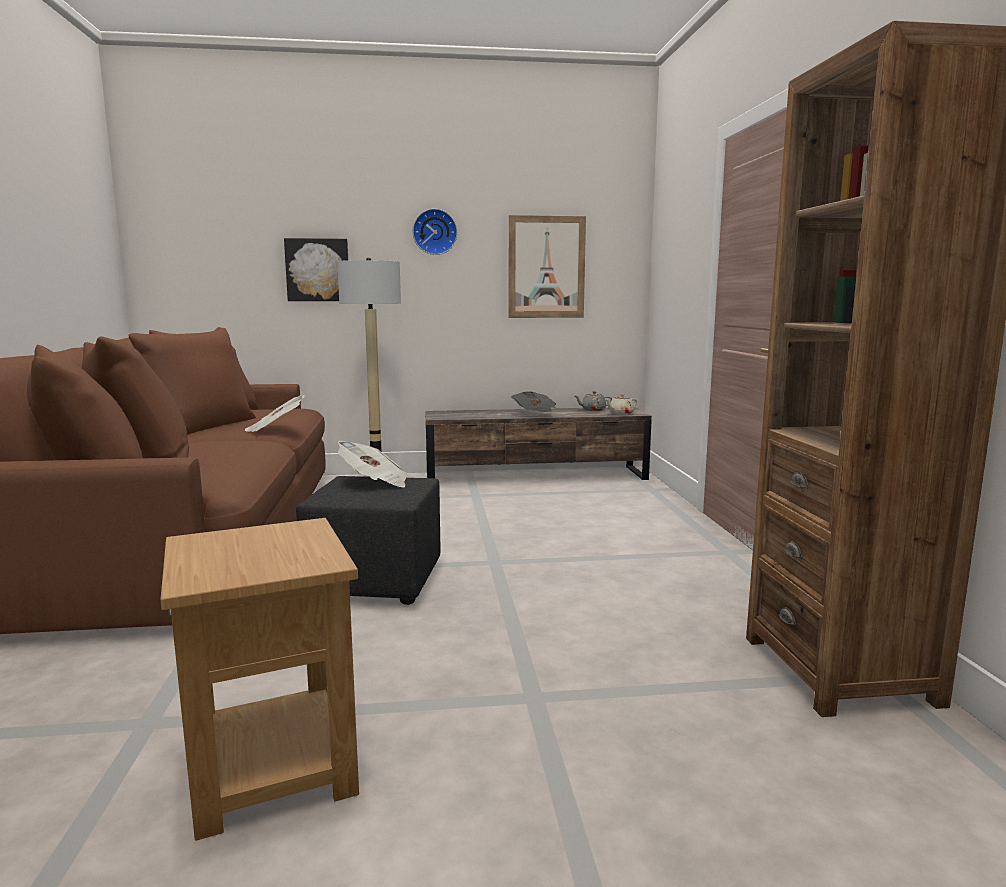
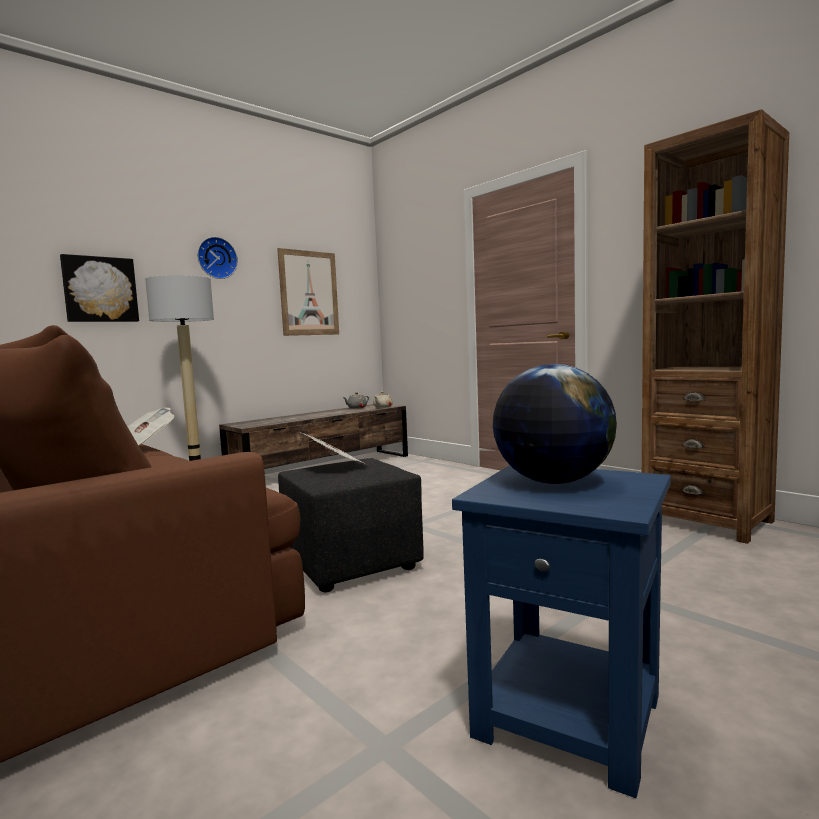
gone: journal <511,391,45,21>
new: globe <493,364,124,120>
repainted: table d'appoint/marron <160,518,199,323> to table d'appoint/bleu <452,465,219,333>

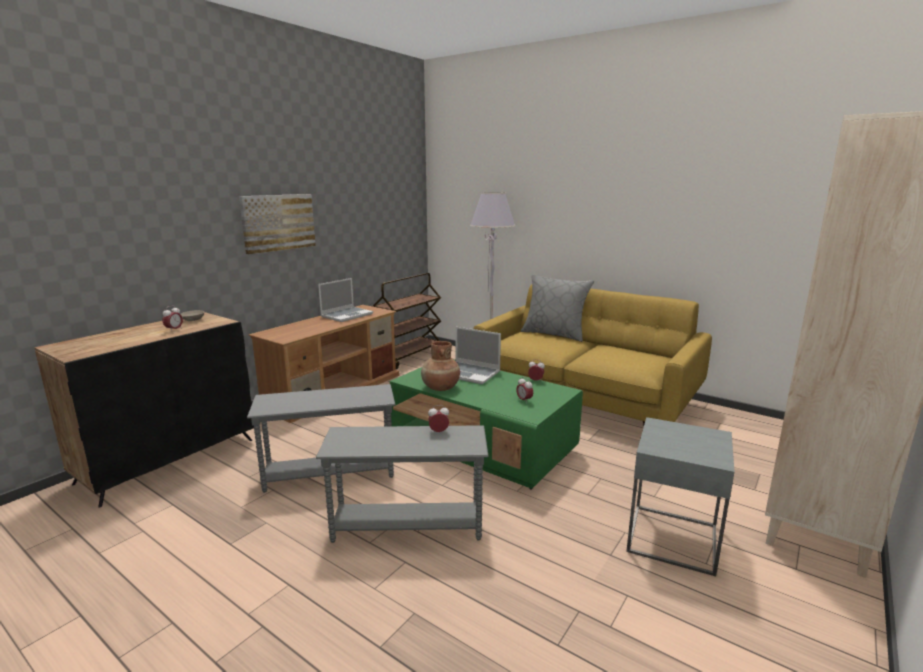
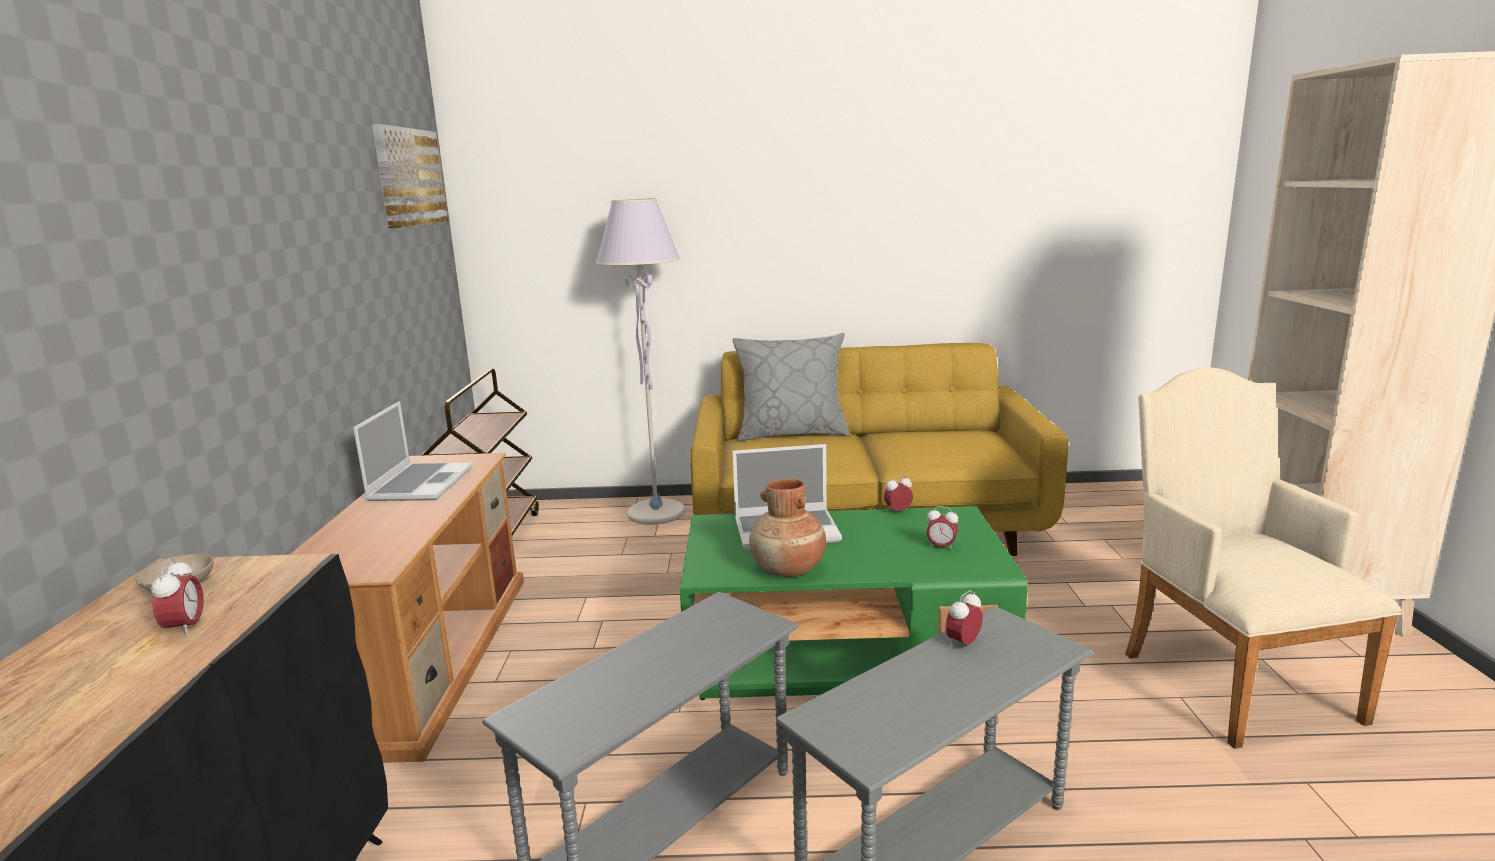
shifted: tableau <239,194,77,60> to <372,124,76,105>
swapped: table d'appoint/gris <626,417,109,159> to fauteuil/beige <1125,367,277,382>

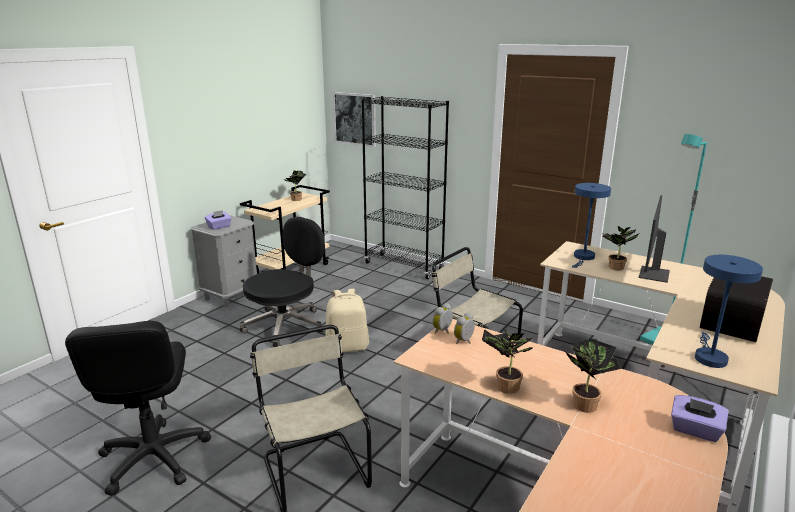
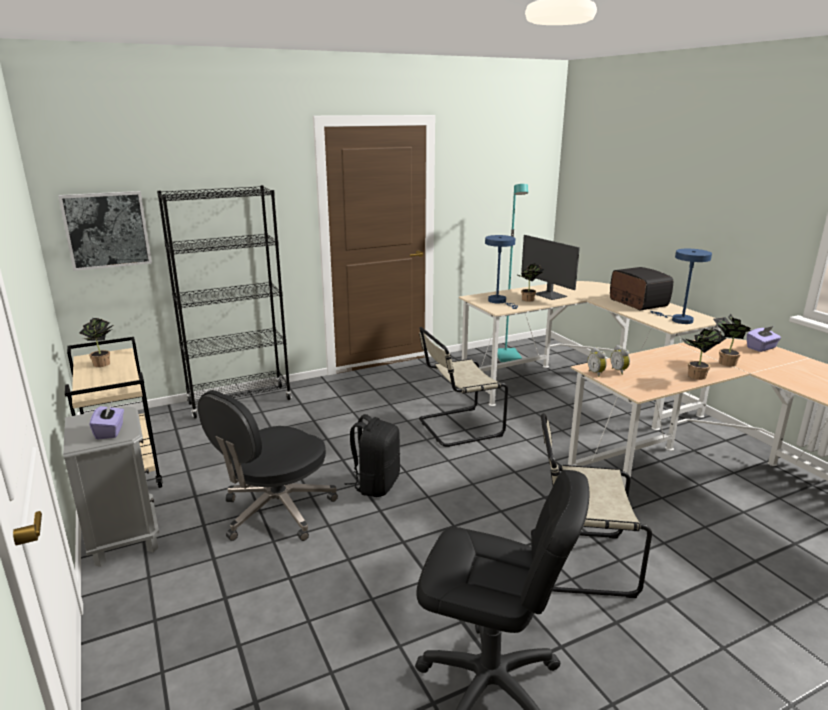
repainted: sac à dos/beige <325,289,44,64> to sac à dos/noir <344,414,56,83>
rotated: chaise de bureau/noir <240,217,85,130> = <198,390,140,151> 120 degrees counterclockwise

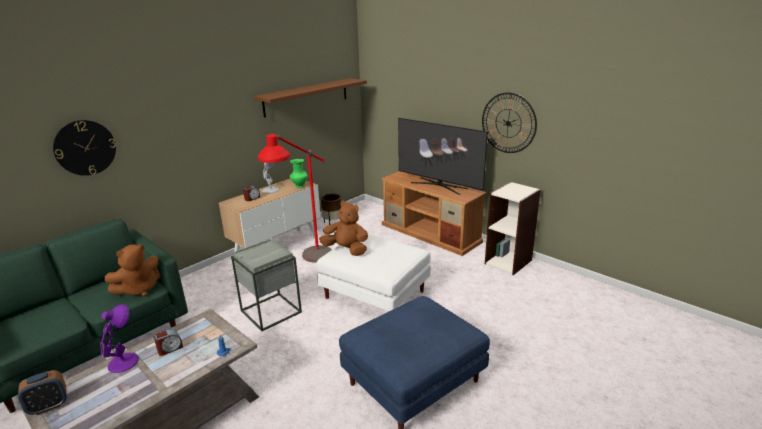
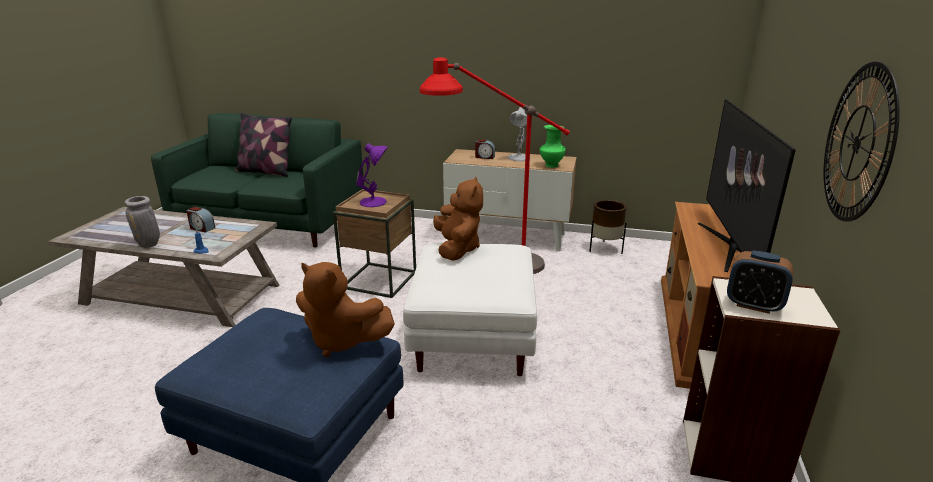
gone: horloge murale <53,120,63,56>; étagère/marron <254,78,113,40>
new: vase/gris <125,196,35,52>; coussin <236,112,56,65>
shifted: réveil <18,370,49,45> to <727,251,66,63>; lampe de table/violet <100,304,39,69> to <356,143,31,64>; peluche/marron <105,244,55,52> to <296,262,99,95>
repainted: table d'appoint/gris <231,239,71,92> to table d'appoint/marron <333,189,83,109>

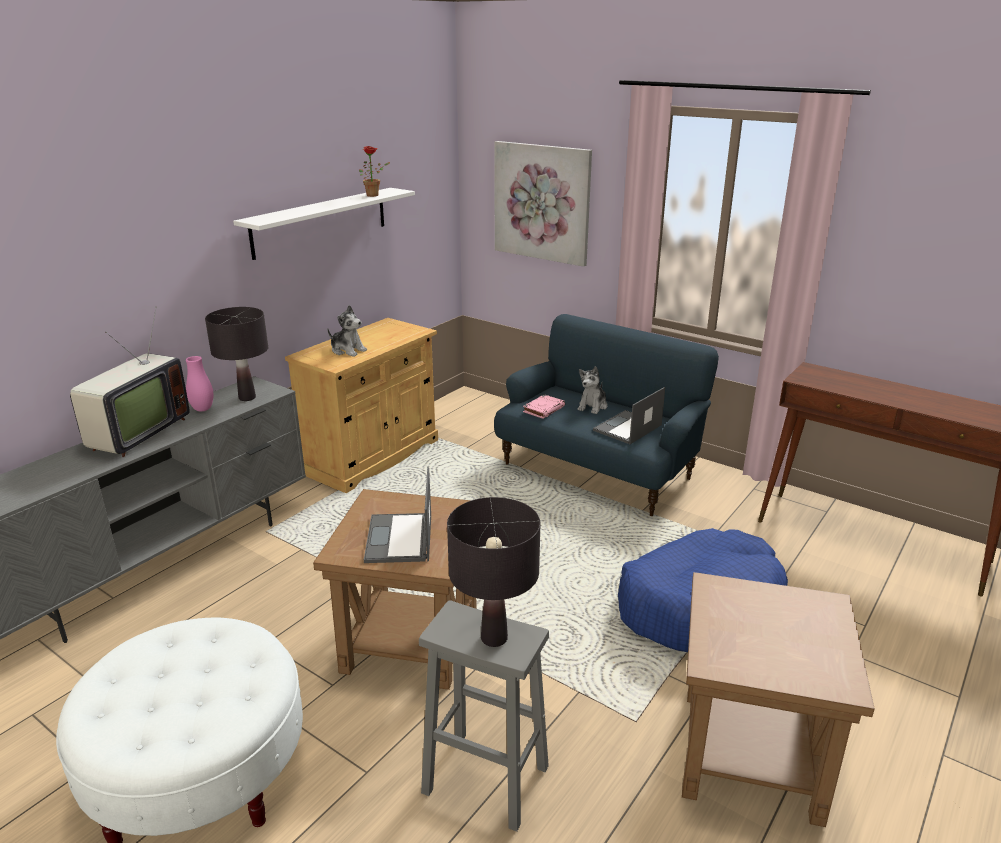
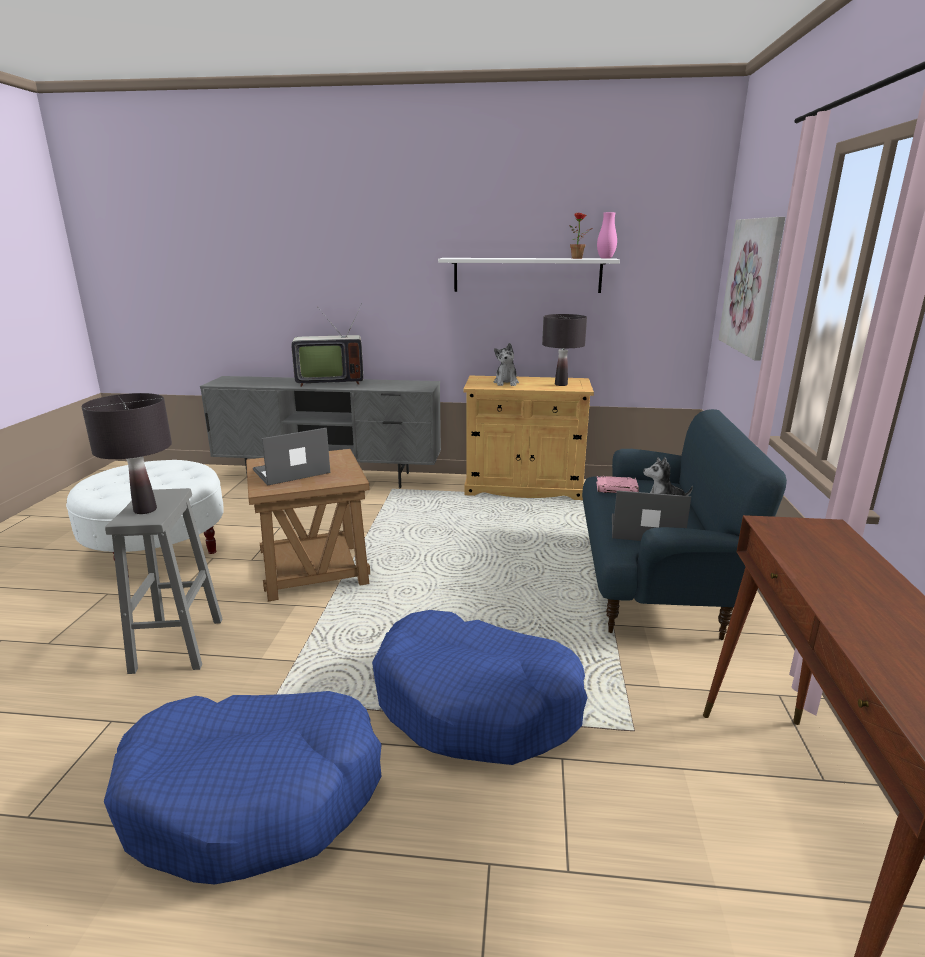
shifted: vase/rose <186,356,28,56> to <597,212,20,47>; lampe de table/noir <205,307,63,94> to <542,314,45,72>
swapped: table d'appoint/marron <682,572,193,255> to panier pour chien/bleu <104,691,278,194>

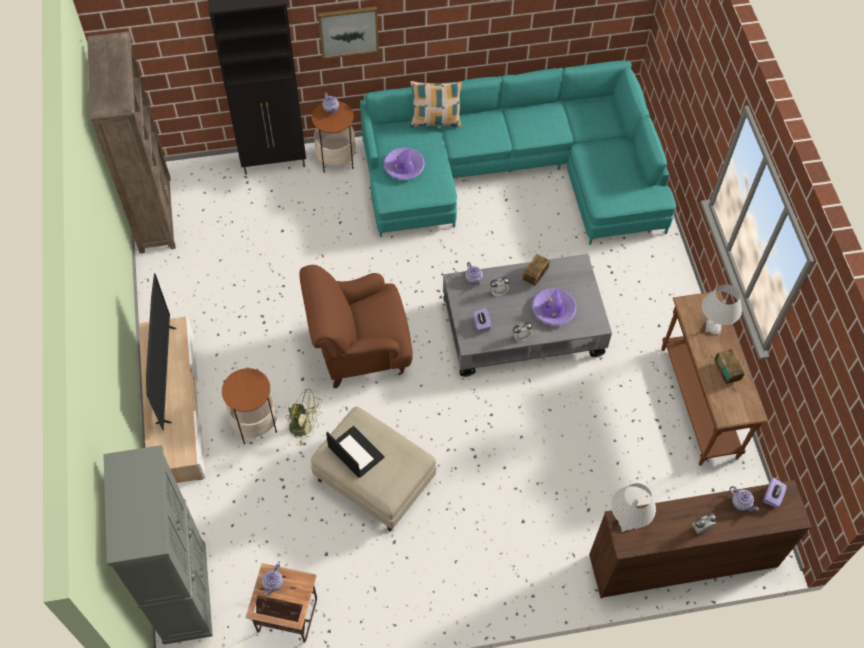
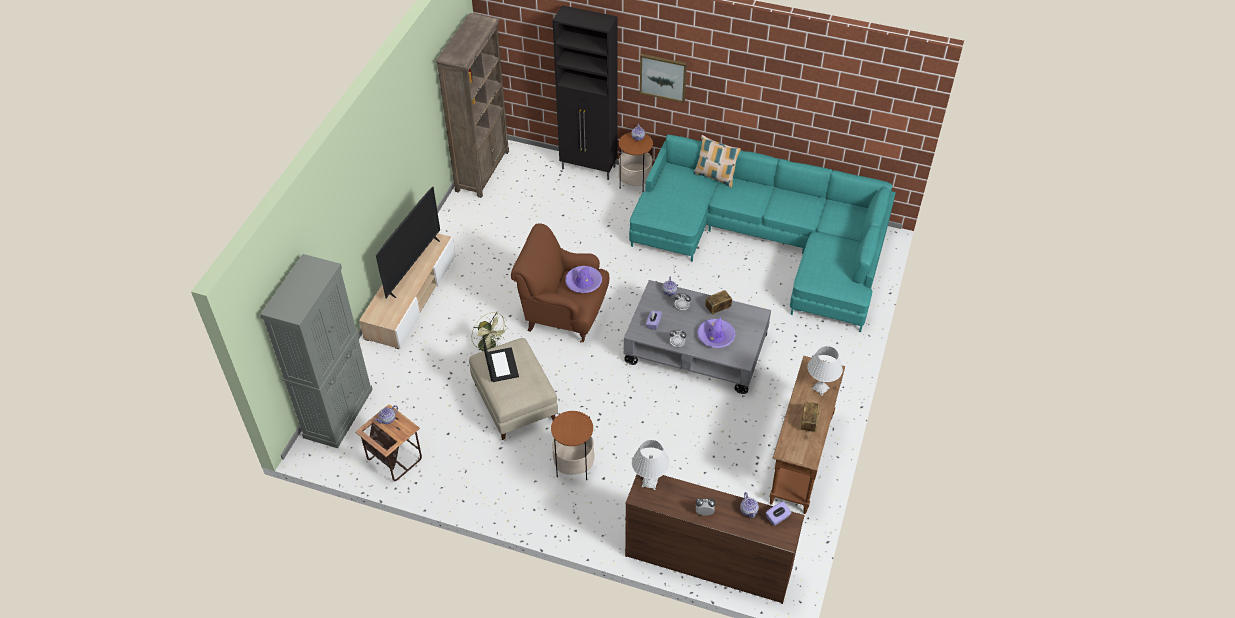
shifted: table d'appoint <222,368,55,76> to <551,411,44,69>; chapeau/violet <383,148,42,32> to <565,266,37,27>

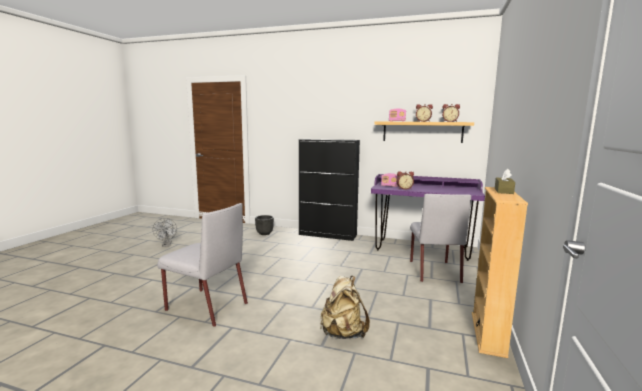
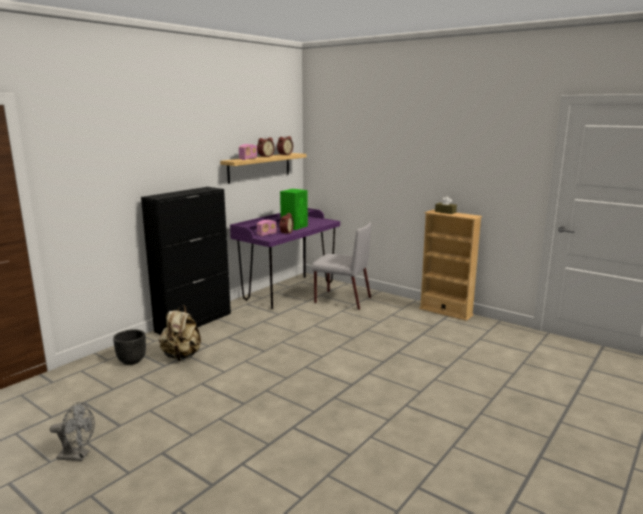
gone: chaise/gris <157,203,91,124>
new: enceinte/vert <280,189,28,41>
shifted: sac à dos/beige <320,276,50,63> to <159,305,42,56>

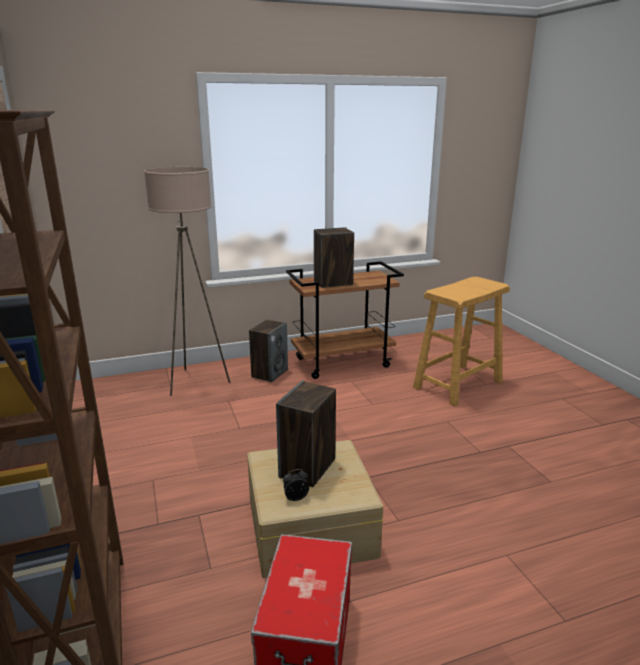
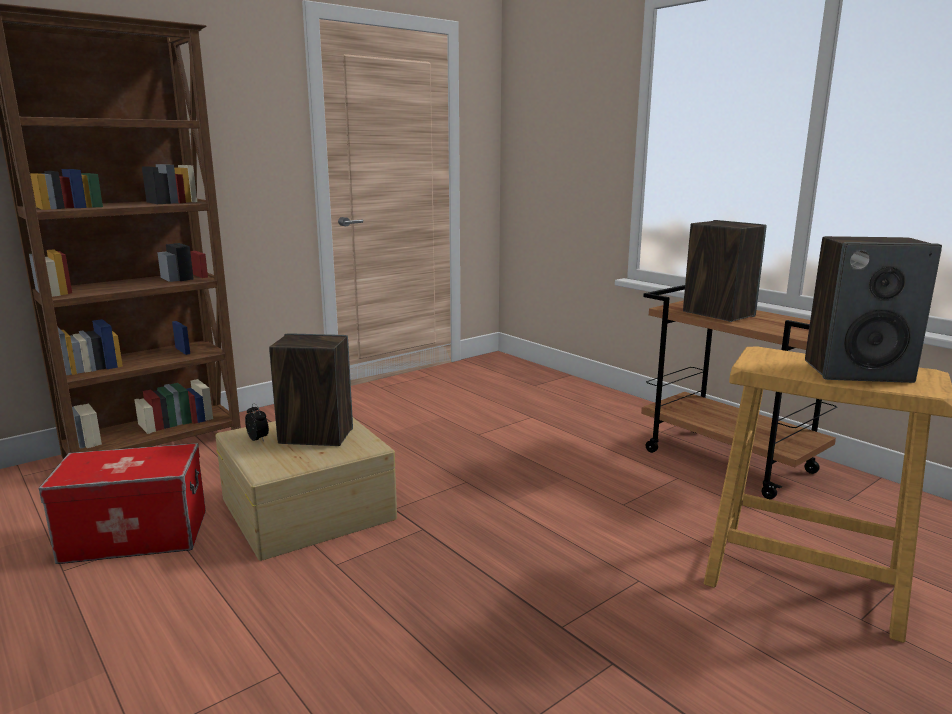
gone: lampadaire/beige <144,167,86,229>
shifted: enceinte <249,320,39,63> to <805,236,137,147>

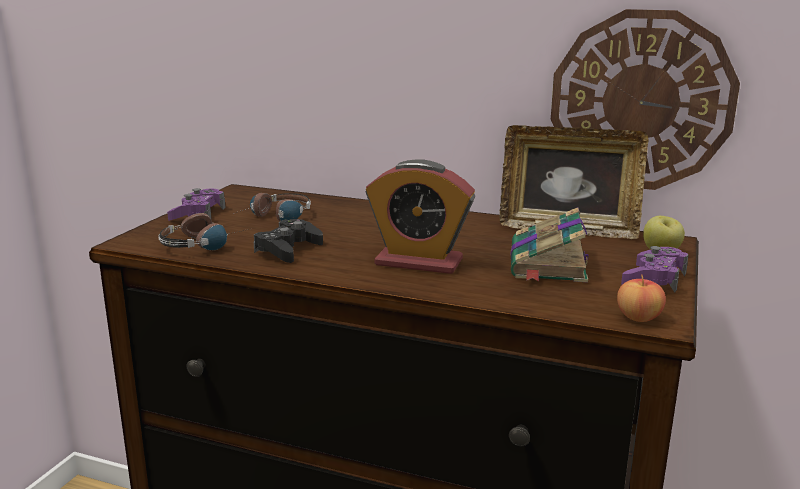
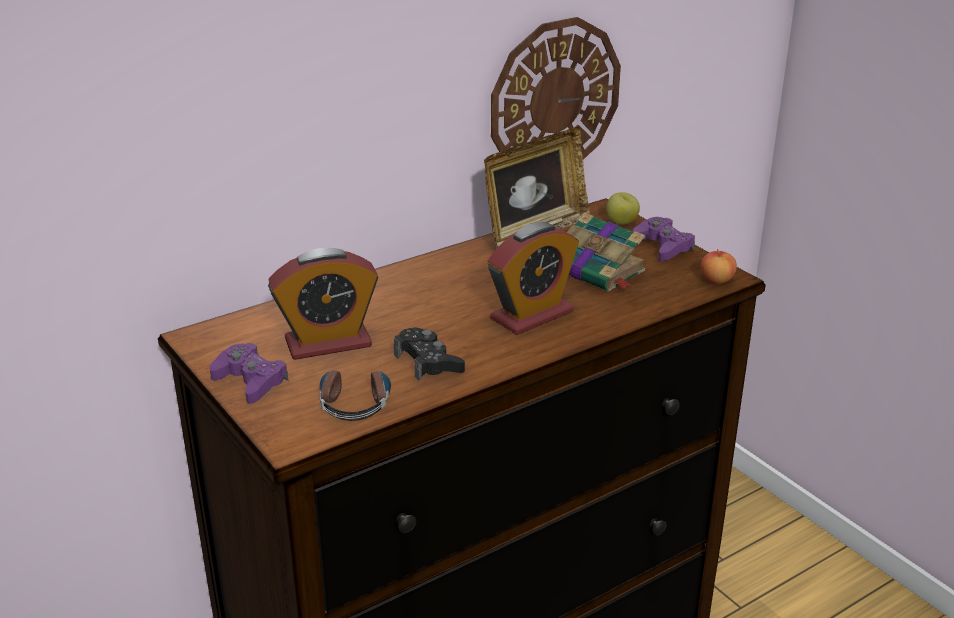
swapped: casque audio <233,193,78,29> to réveil <268,248,110,112>

